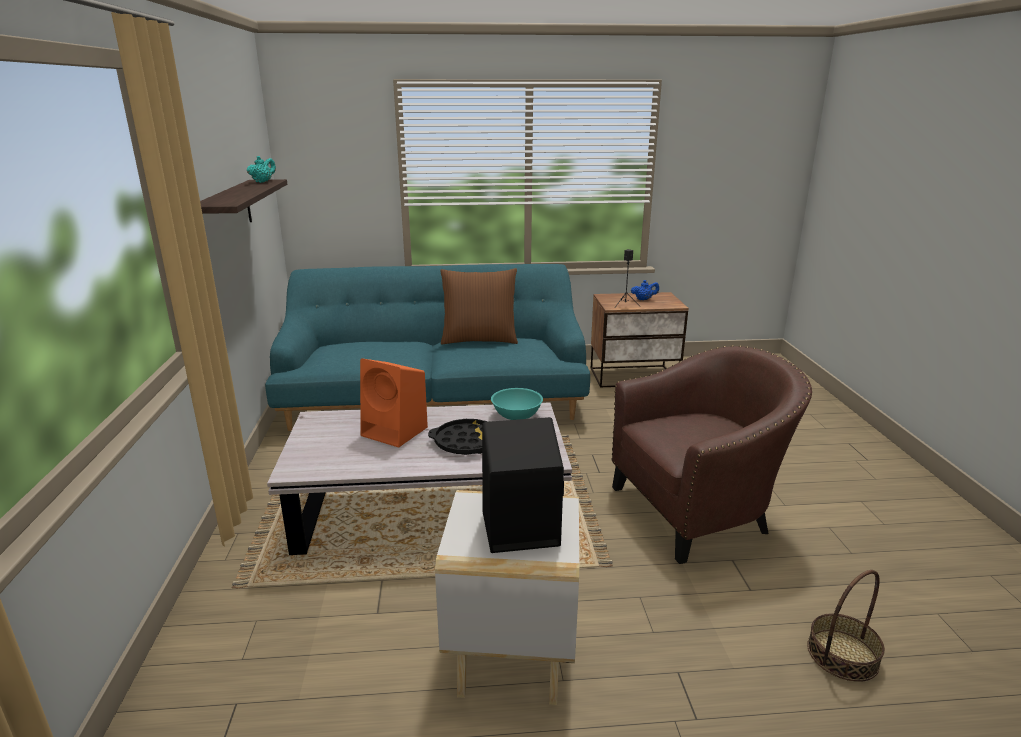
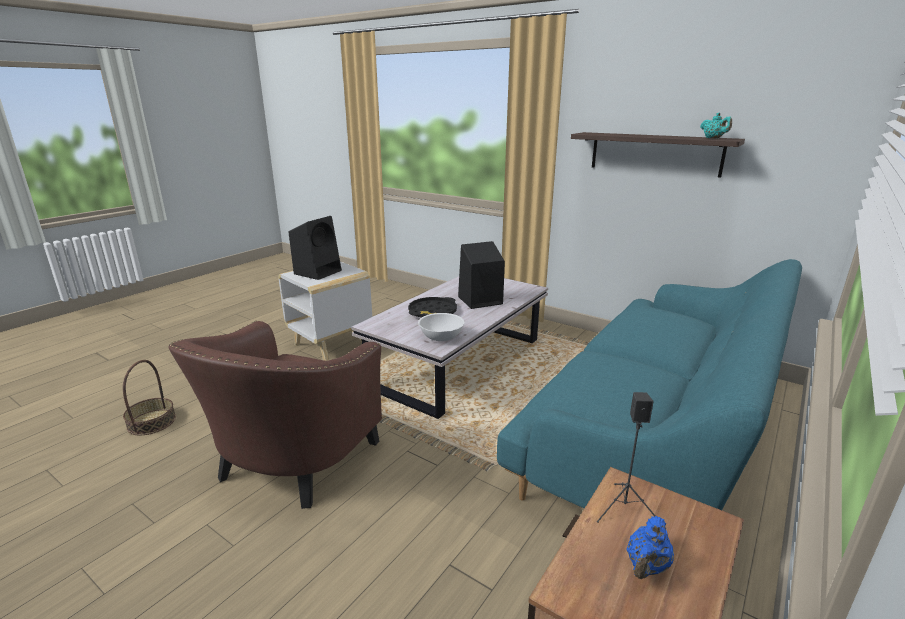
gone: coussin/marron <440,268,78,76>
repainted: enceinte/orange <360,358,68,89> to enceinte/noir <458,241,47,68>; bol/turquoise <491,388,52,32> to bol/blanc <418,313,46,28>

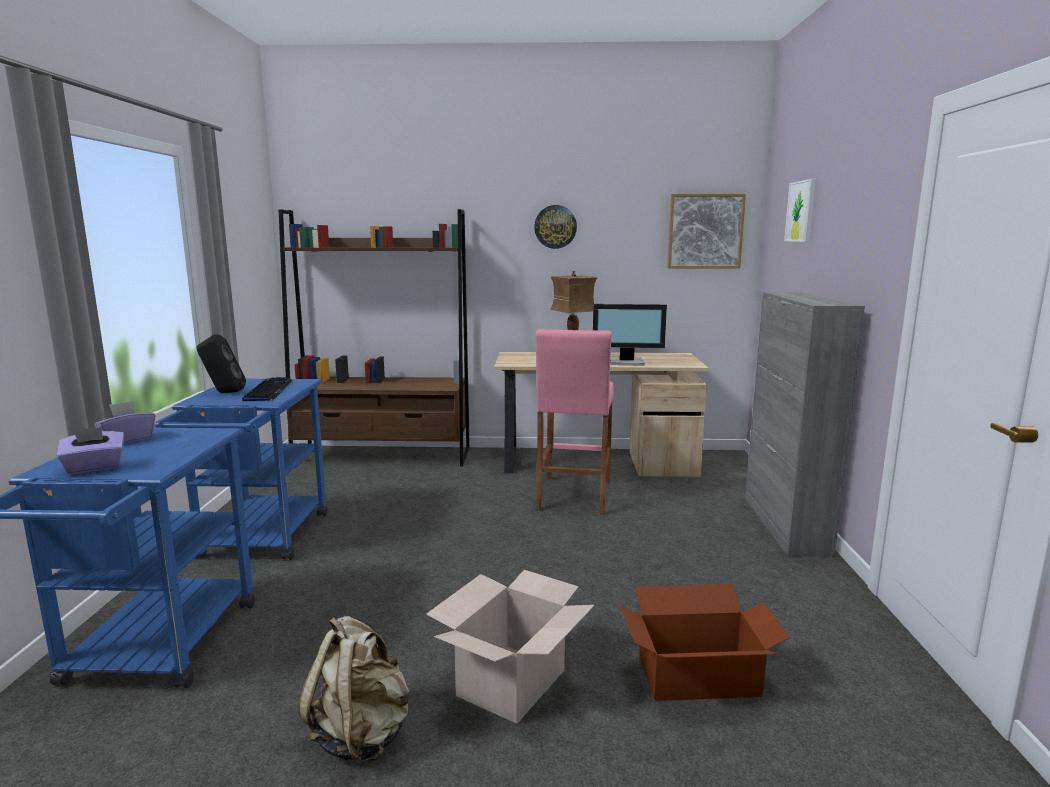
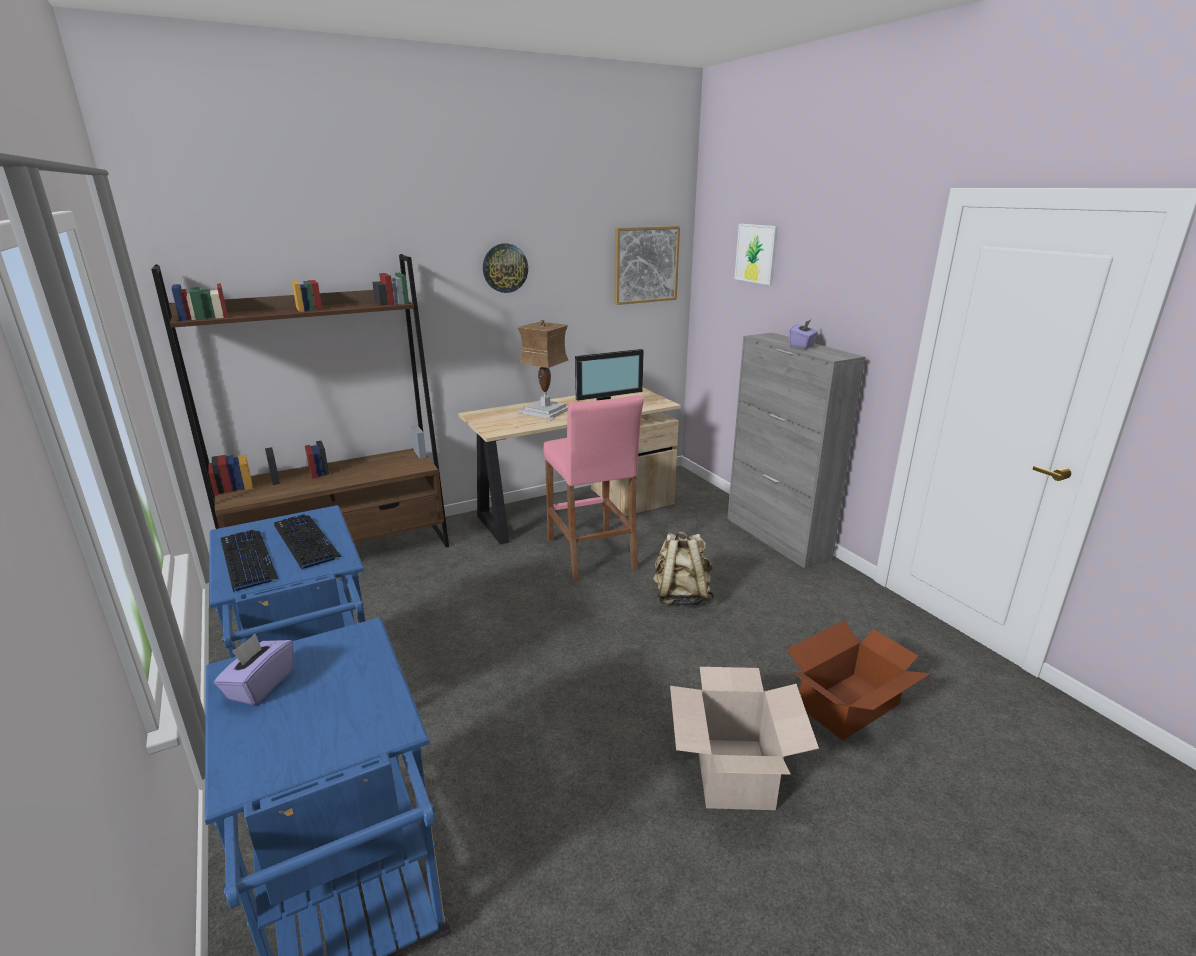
shifted: boîte à mouchoirs/violet <57,427,67,48> to <789,320,29,29>; sac à dos/beige <298,616,111,149> to <653,531,61,75>
swapped: enceinte/noir <197,334,49,59> to clavier <221,530,57,62>

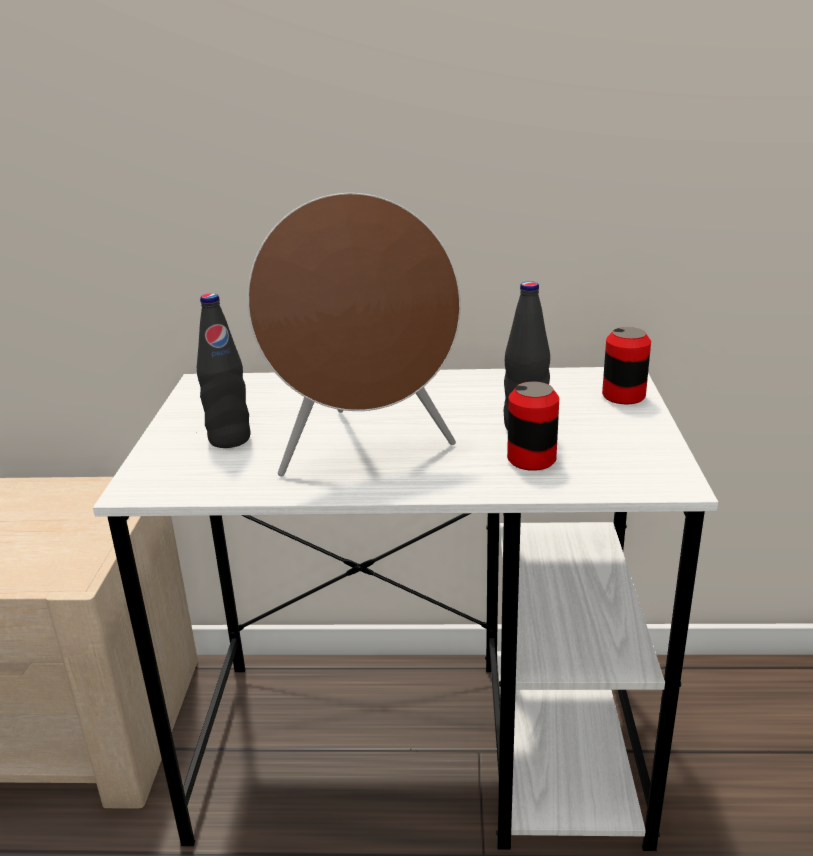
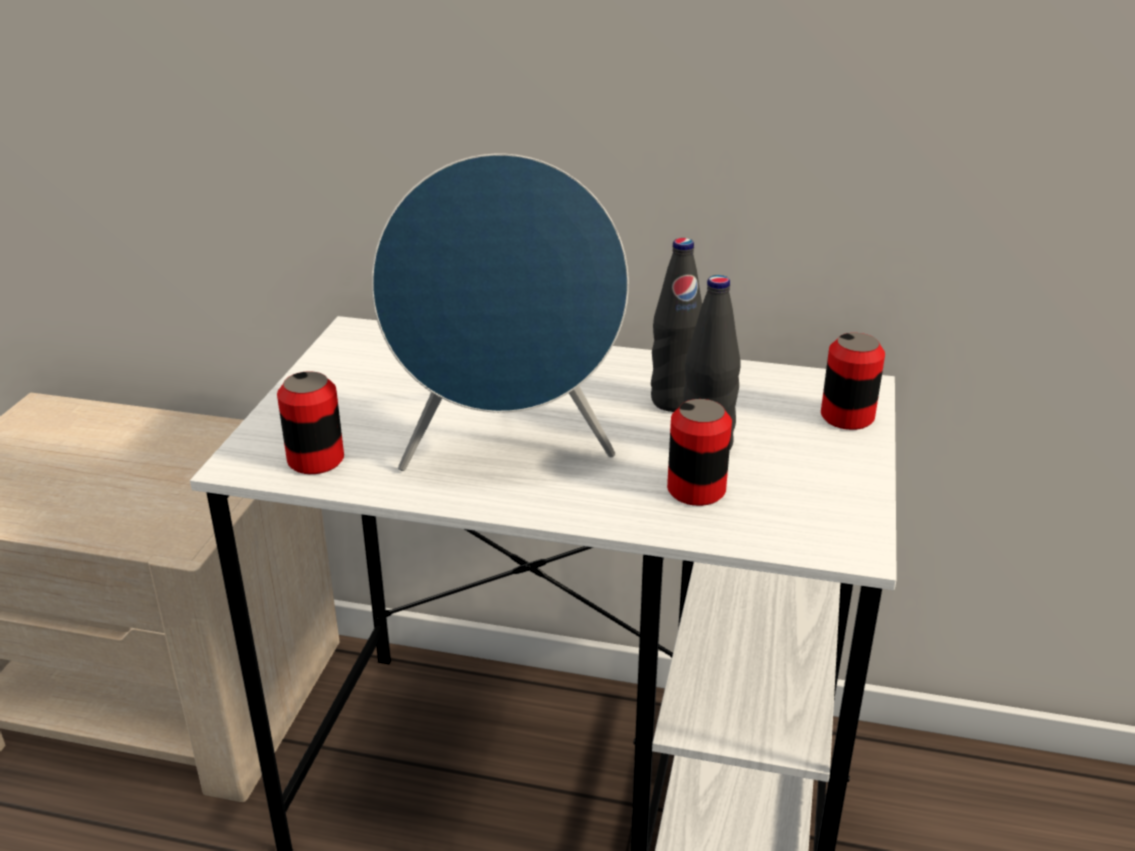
new: boîte métallique <277,371,67,103>
shifted: bouteille/noir <197,293,53,155> to <651,238,51,174>
repainted: enceinte/marron <247,193,214,283> to enceinte/bleu <371,154,258,317>

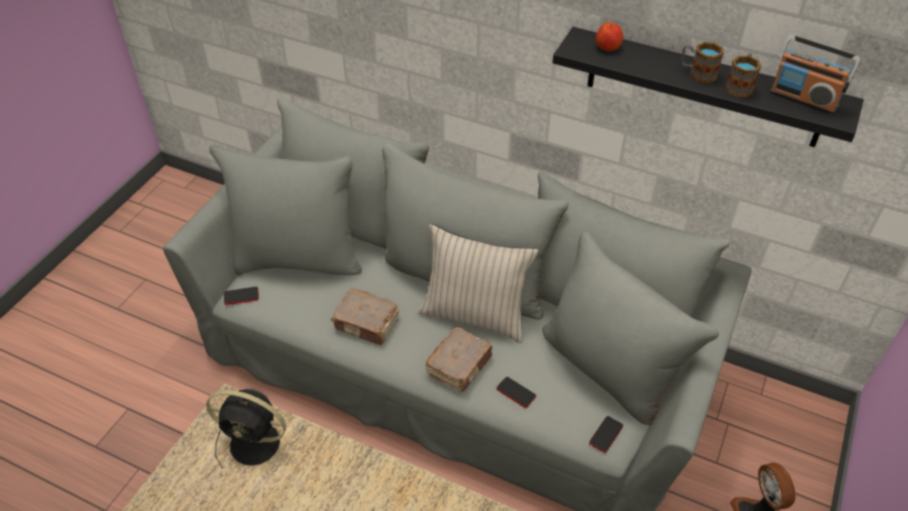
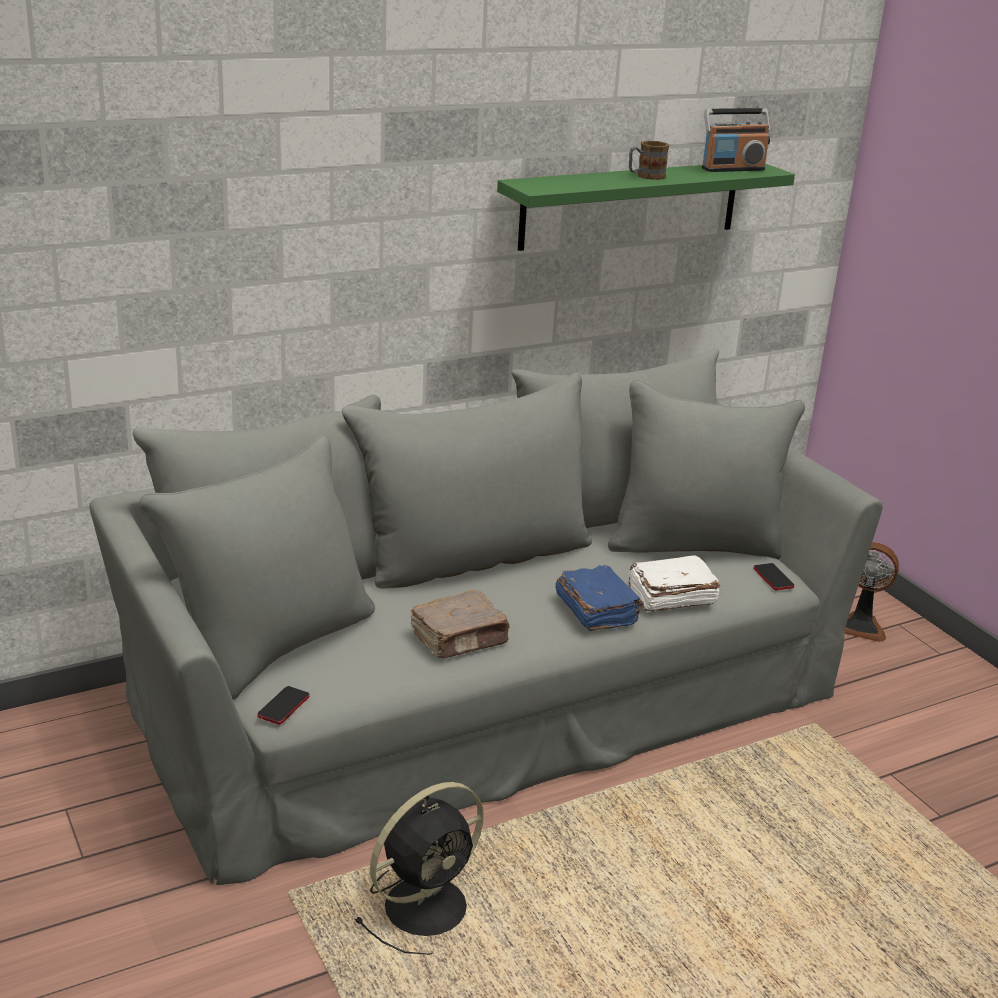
gone: coussin/beige <418,224,120,119>; pomme <596,22,27,29>; mug <725,53,36,45>
swapped: téléphone <496,377,40,31> to livre/blanc <629,555,91,58>
repainted: livre/marron <425,327,68,65> to livre/bleu <555,565,89,66>; étagère/noir <553,27,311,120> to étagère/vert <497,163,298,88>

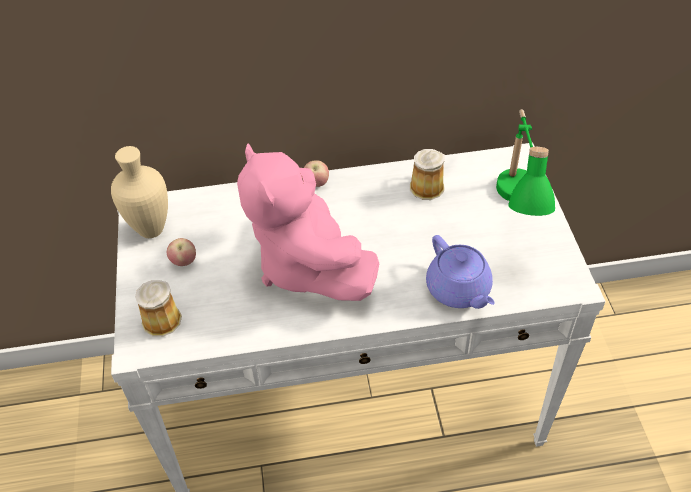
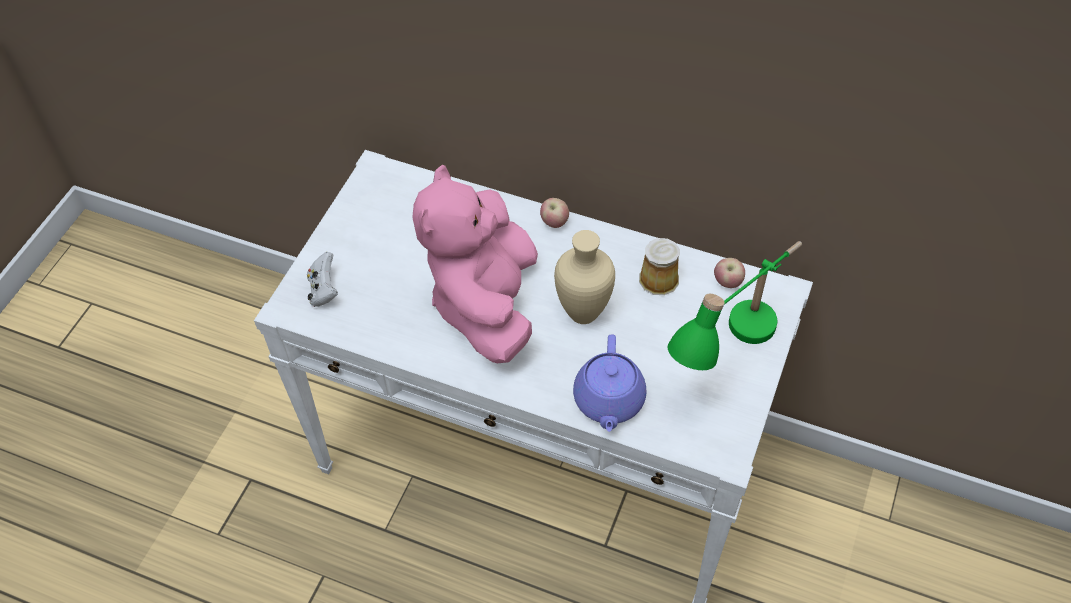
shifted: vase/beige <111,146,57,92> to <554,230,61,94>; pomme <167,238,29,28> to <714,258,31,30>
swapped: mug <135,280,47,57> to manette/blanc <307,252,31,55>

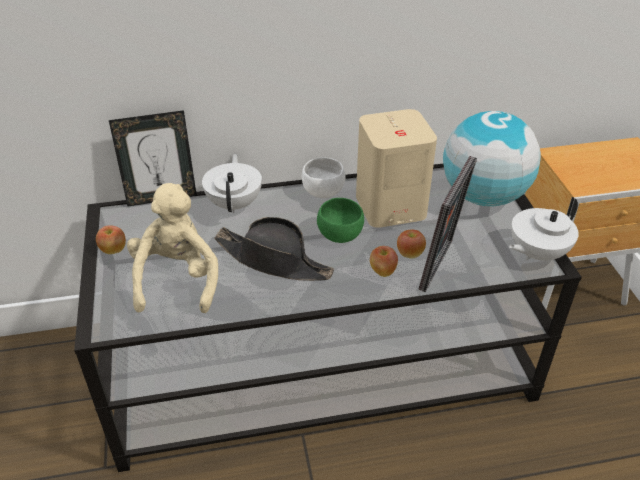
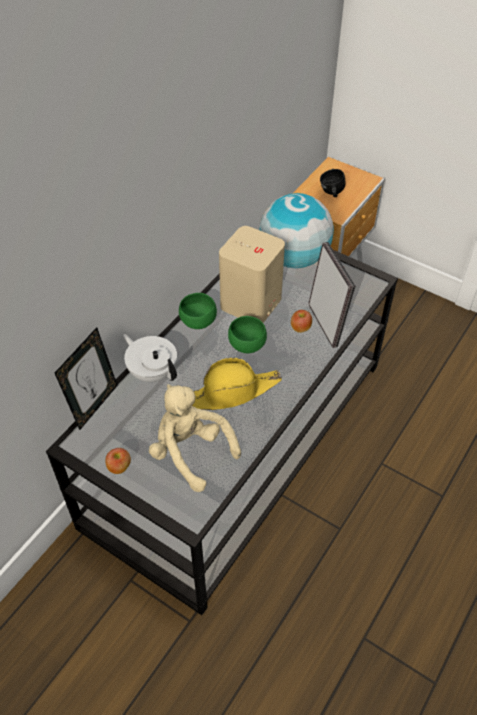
gone: pomme <370,246,28,31>; théière/blanc <509,197,70,65>
new: mug/noir <320,169,26,28>
repainted: chapeau/noir <214,217,120,64> to chapeau/jaune <192,358,90,52>; bol/blanc <302,157,43,41> to bol/vert <179,293,38,36>

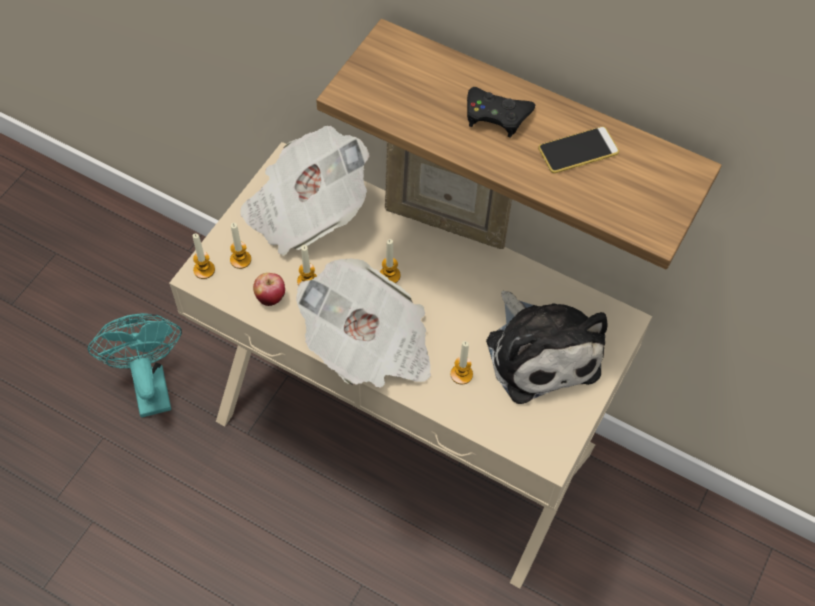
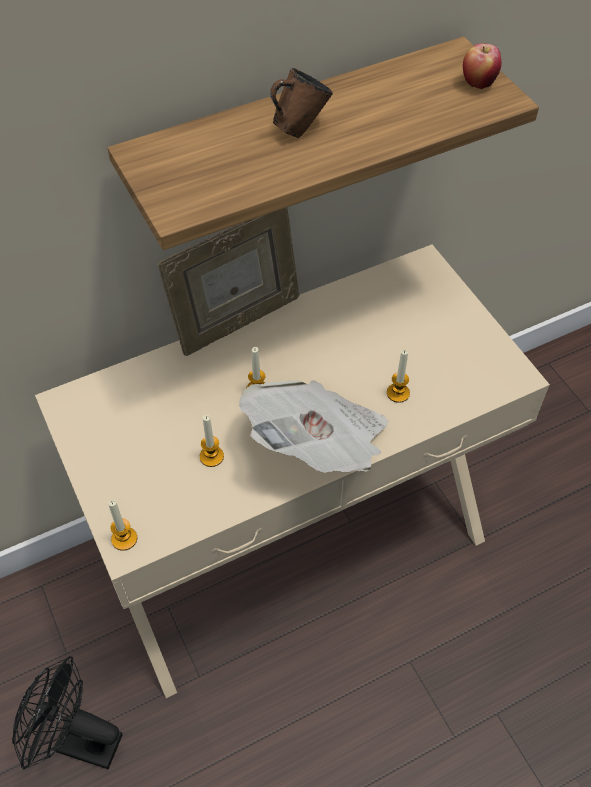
gone: bougie <230,223,21,46>; journal <241,126,129,130>; peluche <486,291,122,113>; téléphone <538,126,81,47>
shifted: pomme <253,273,32,33> to <463,43,39,46>
swapped: manette/noir <467,87,68,51> to mug/marron <270,68,63,70>
repainted: ventilateur/turquoise <88,313,94,104> to ventilateur/noir <12,656,110,113>

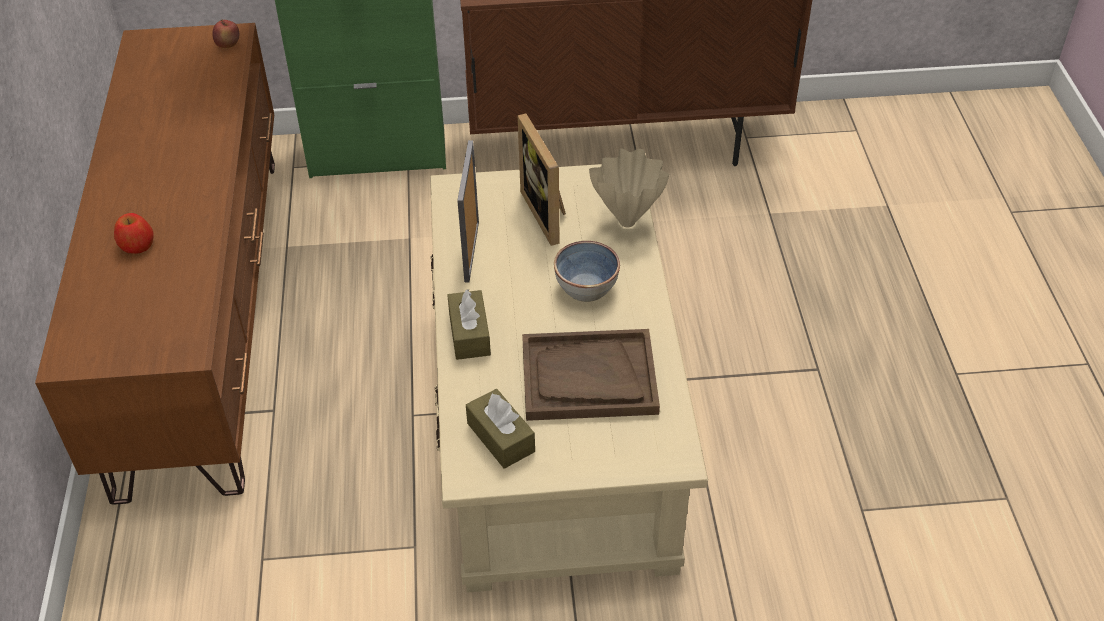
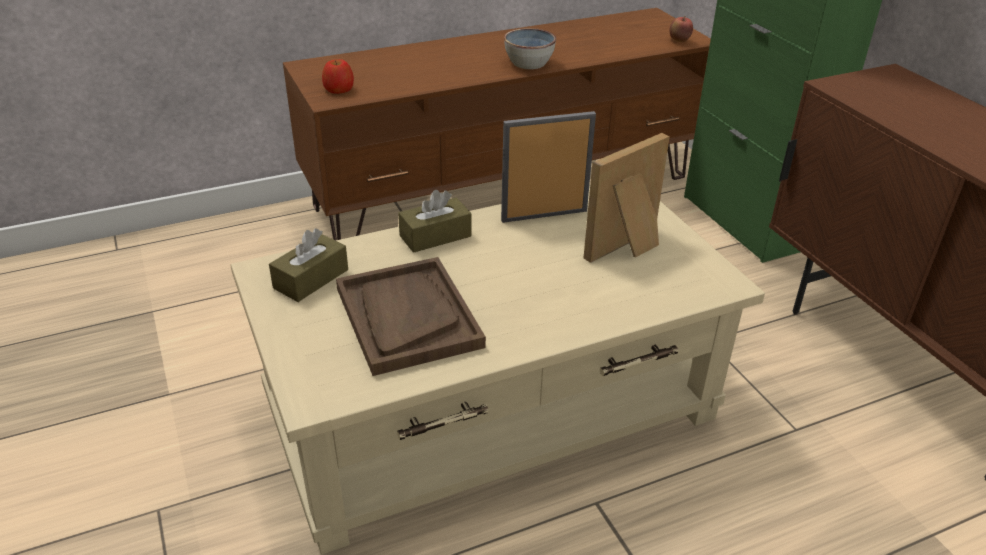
gone: vase/beige <589,149,80,78>
shifted: pomme <114,213,40,41> to <322,59,32,35>; bol <554,241,66,61> to <504,28,52,41>

